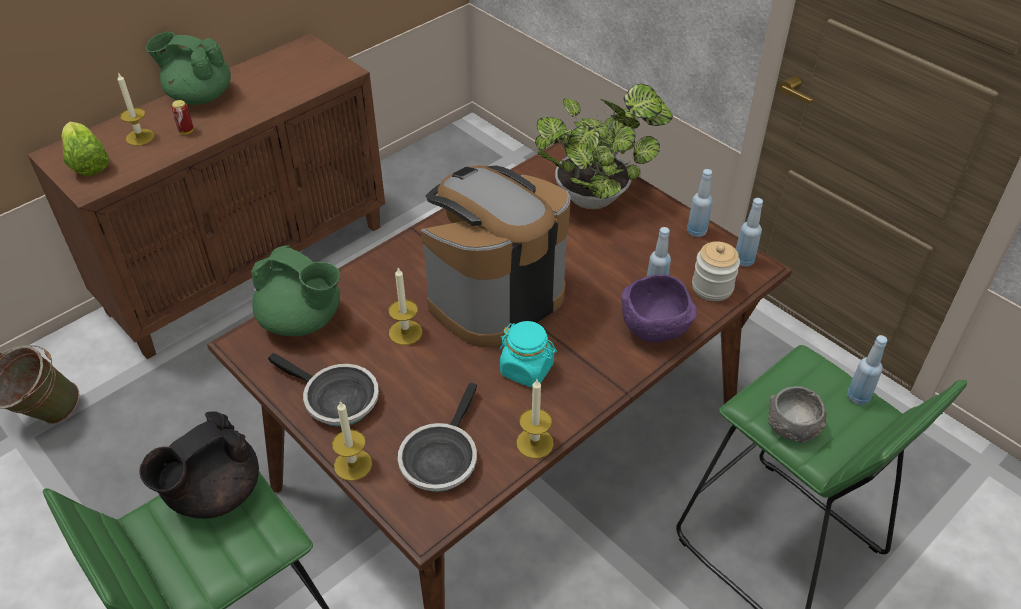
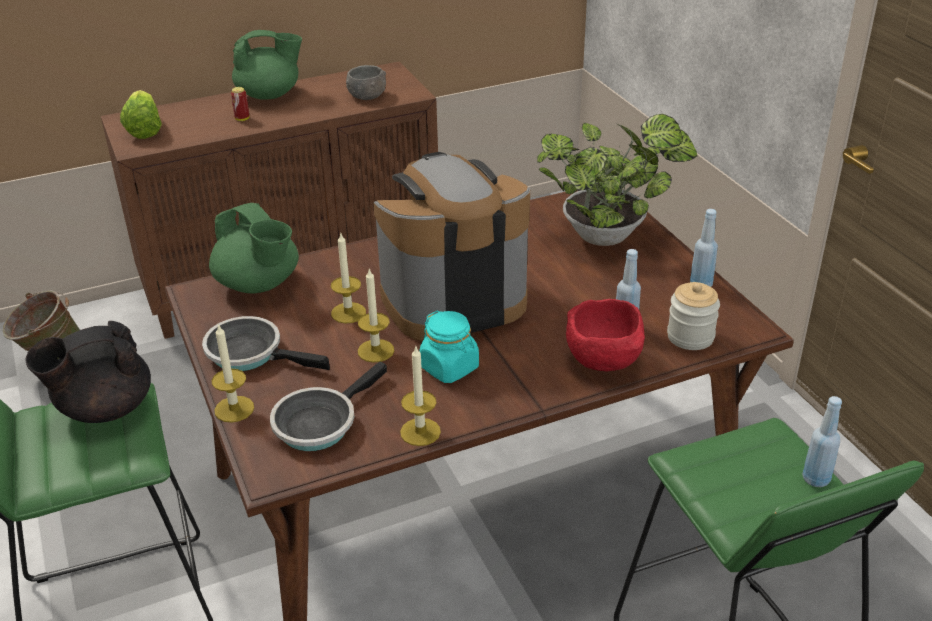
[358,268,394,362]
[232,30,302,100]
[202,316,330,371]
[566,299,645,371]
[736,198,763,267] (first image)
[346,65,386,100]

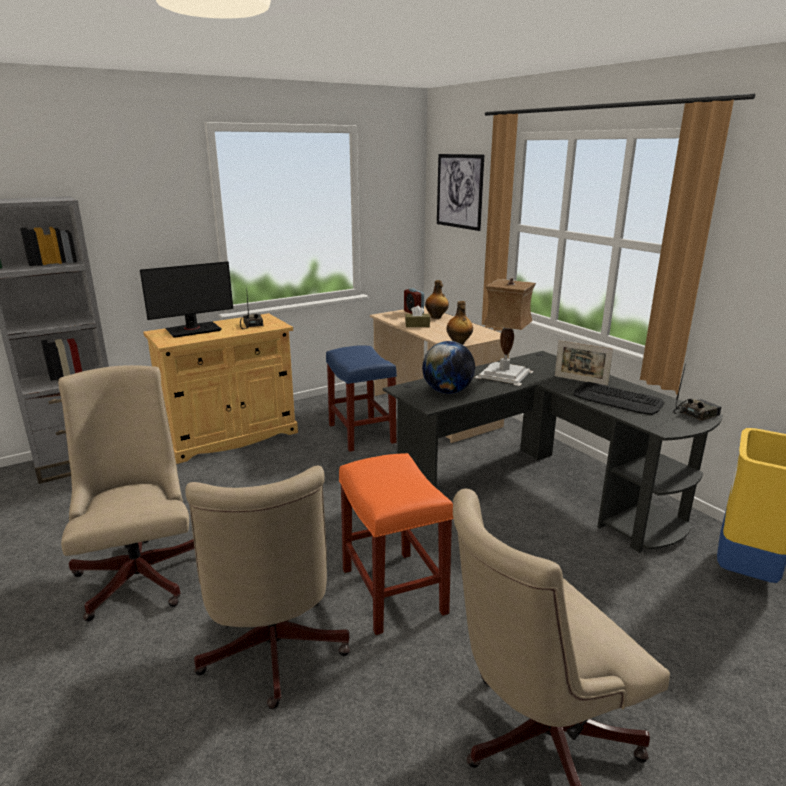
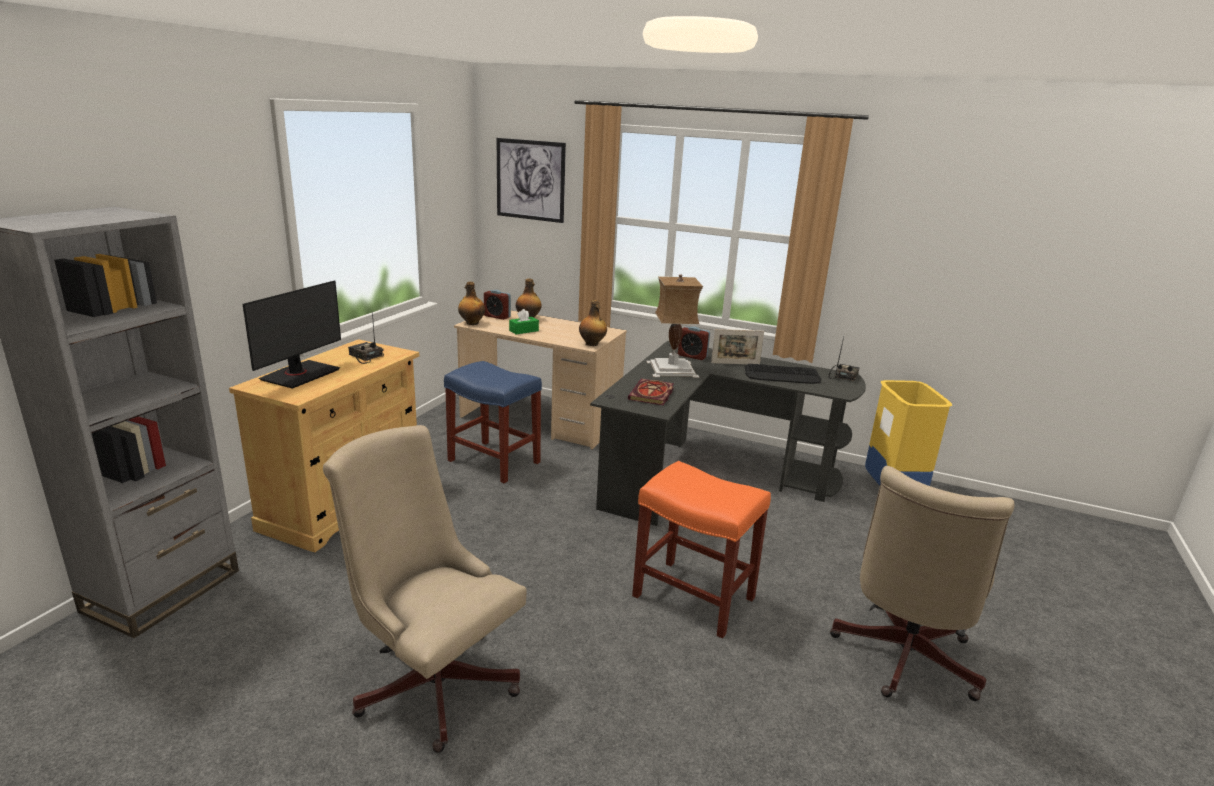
[185,466,350,709] (first image)
[509,309,539,335]
[628,379,674,405]
[458,282,485,325]
[678,326,710,360]

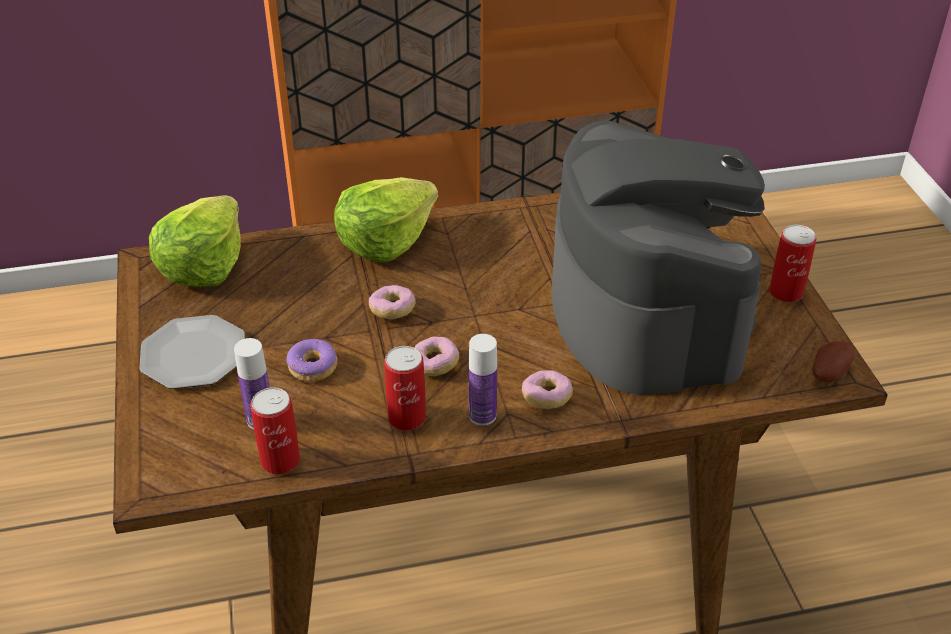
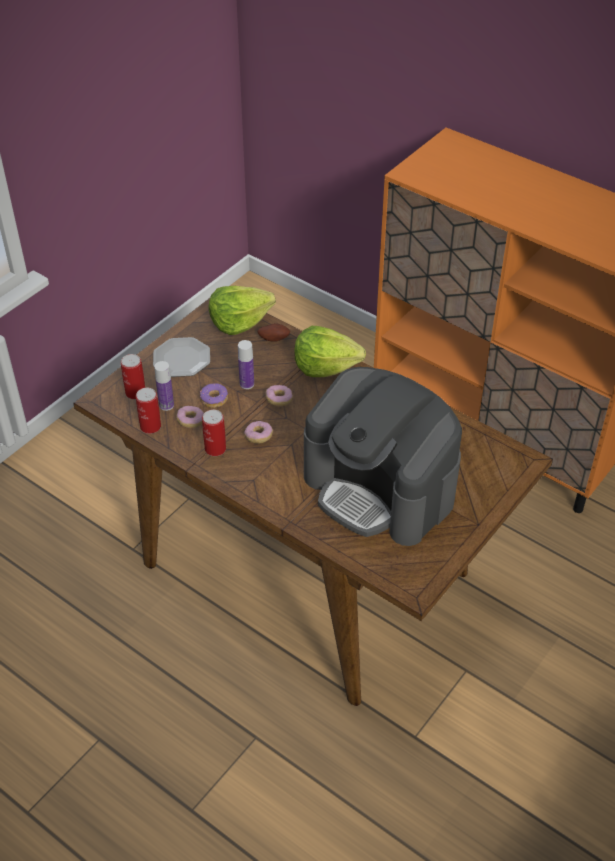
[238,340,254,389]
[176,406,204,428]
[304,367,462,546]
[121,354,145,399]
[258,323,290,342]

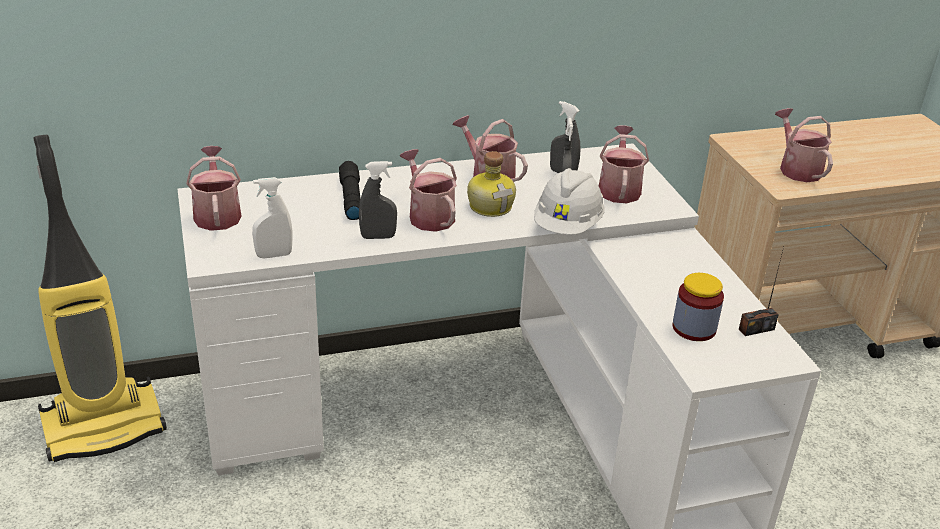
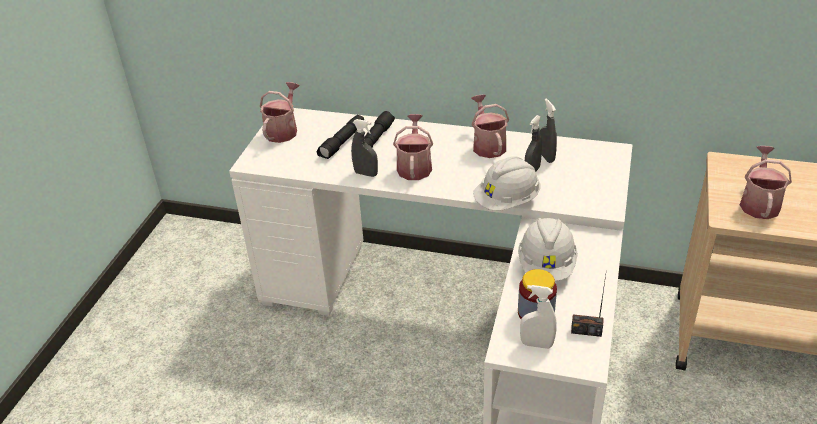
[34,135,167,462] (first image)
[520,285,557,349]
[467,151,516,217] (first image)
[599,125,649,203] (first image)
[317,115,364,159]
[518,218,578,281]

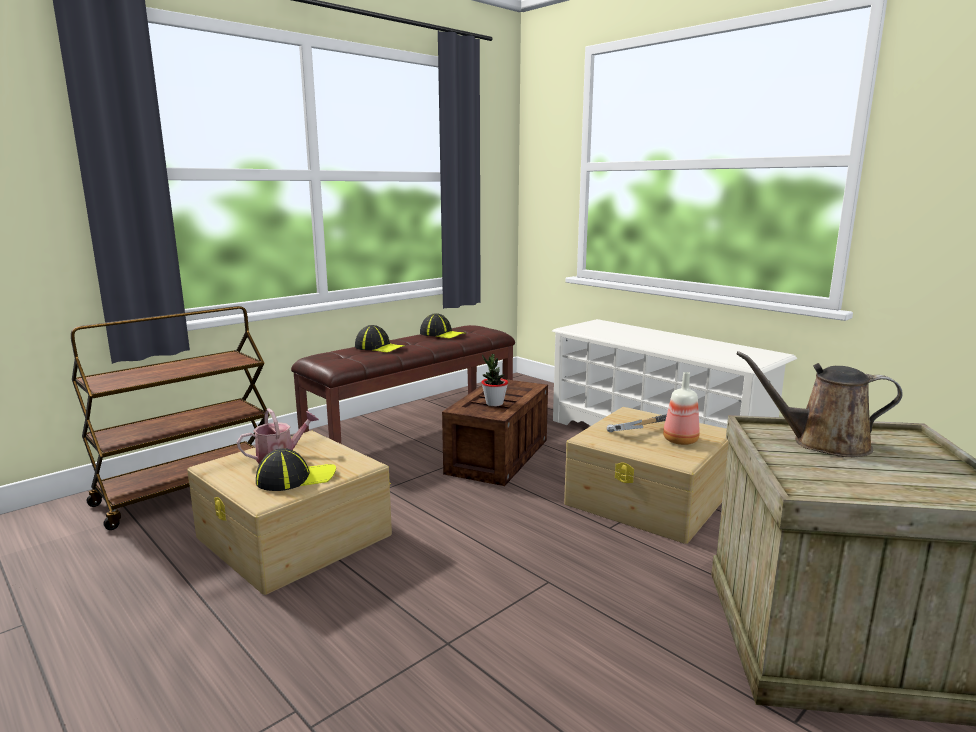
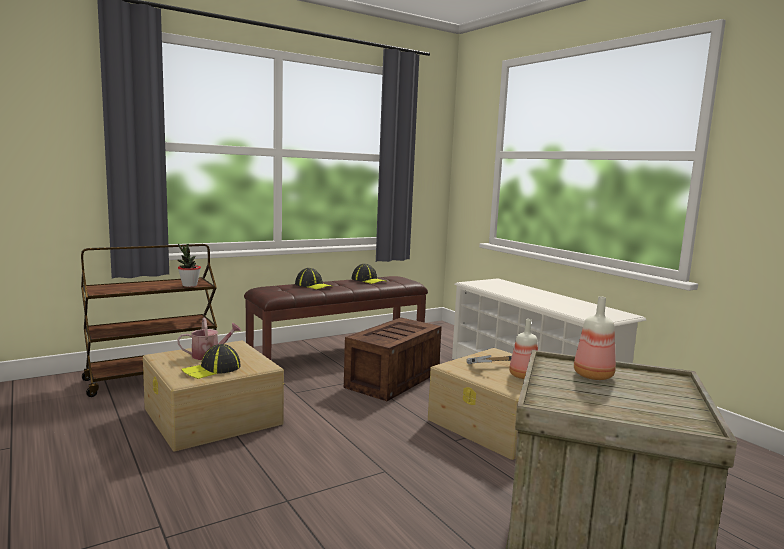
[182,344,241,379]
[177,243,201,287]
[574,296,616,380]

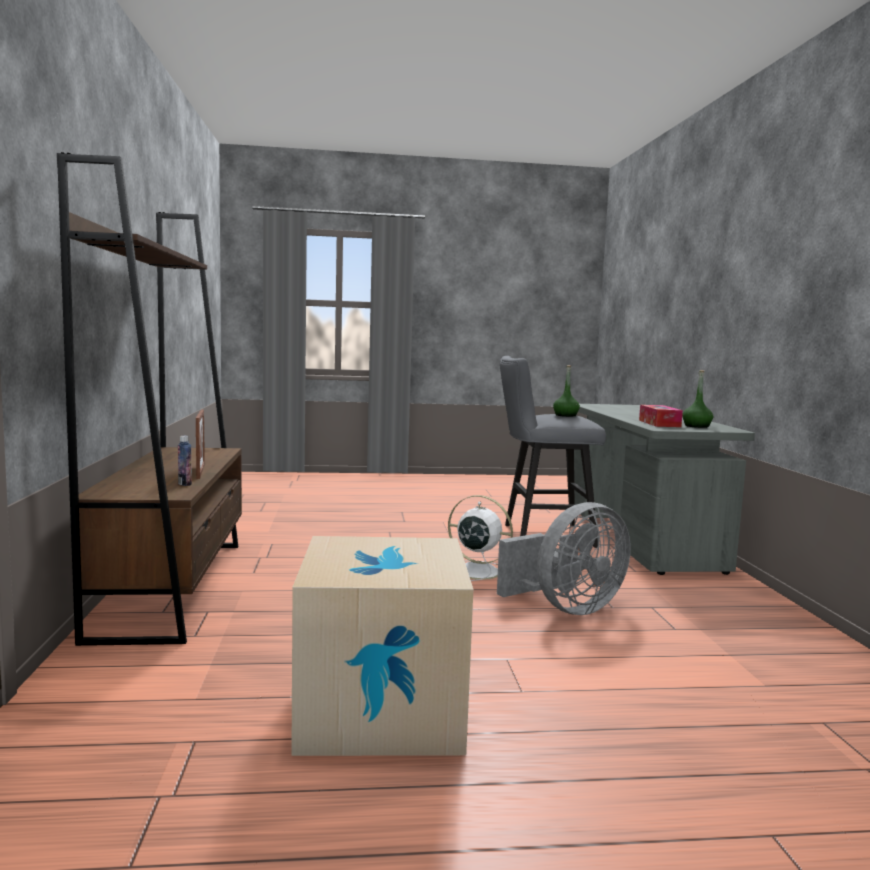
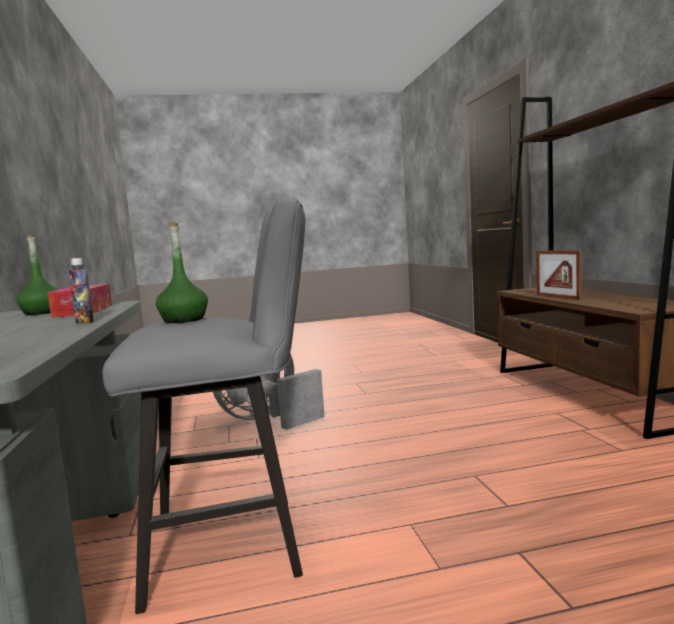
[69,258,94,324]
[291,536,473,756] (first image)
[448,495,513,581] (first image)

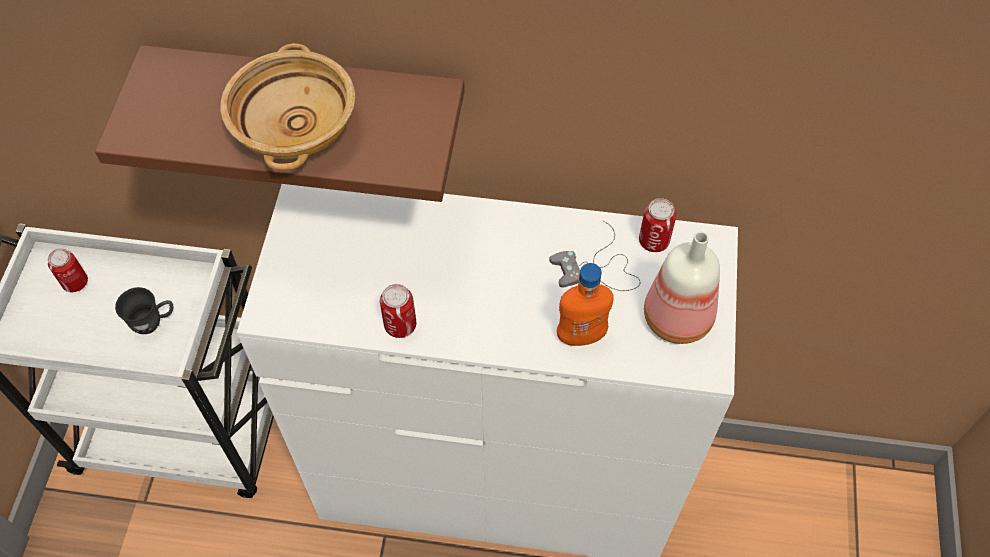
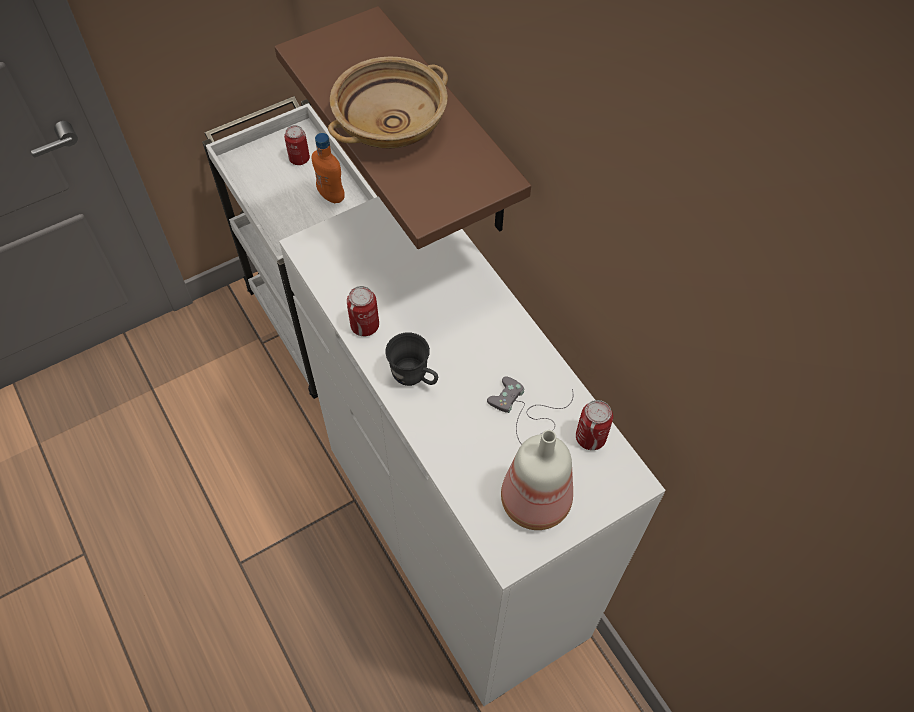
[385,332,438,386]
[312,133,345,203]

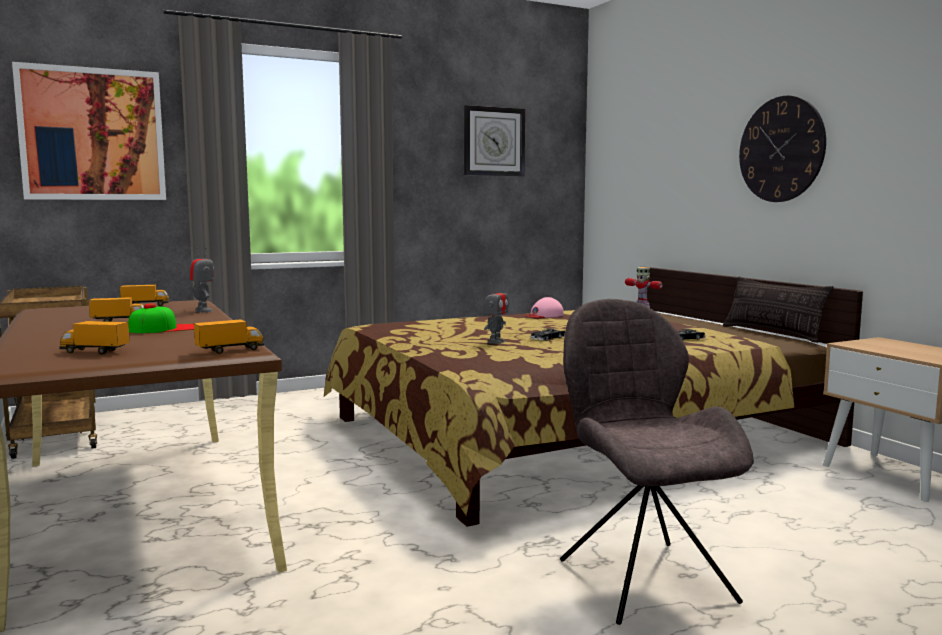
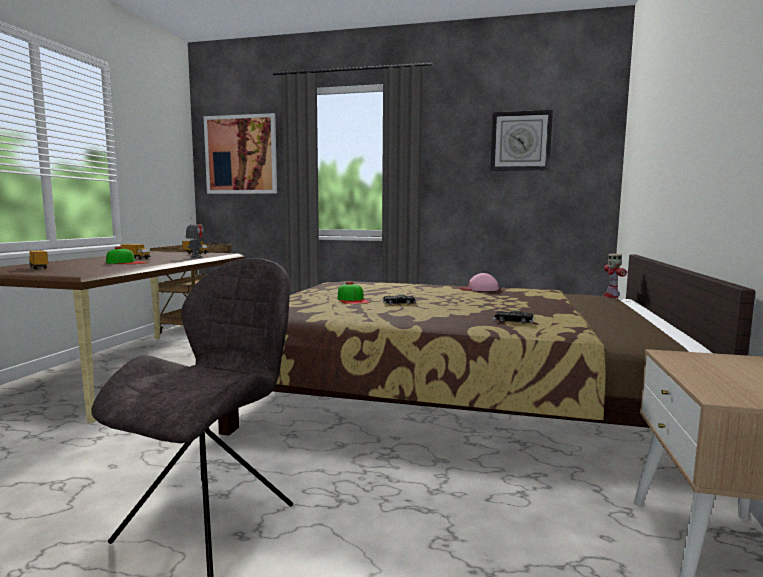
[194,319,264,354] (first image)
[338,282,370,304]
[723,277,834,343] (first image)
[739,96,826,202] (first image)

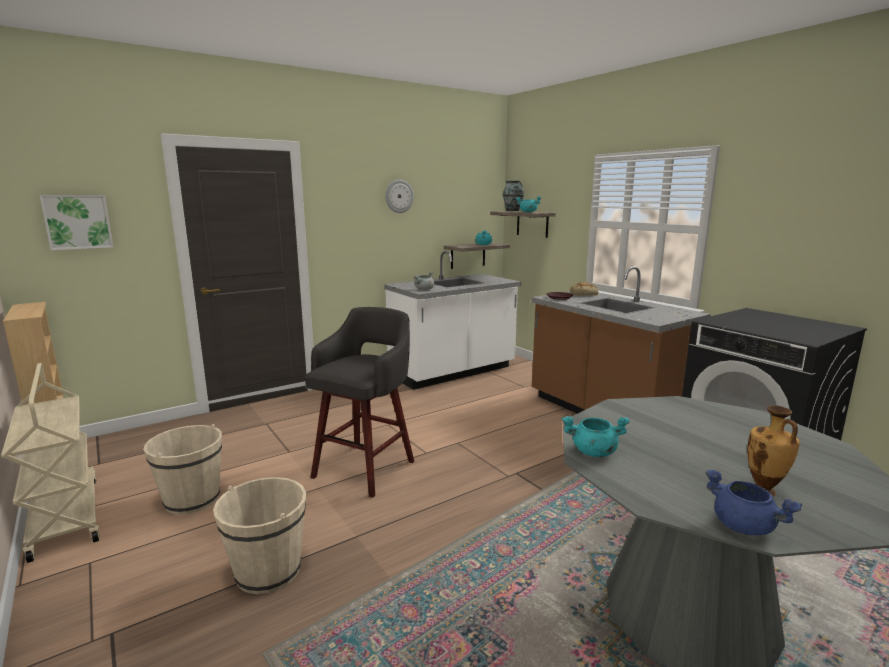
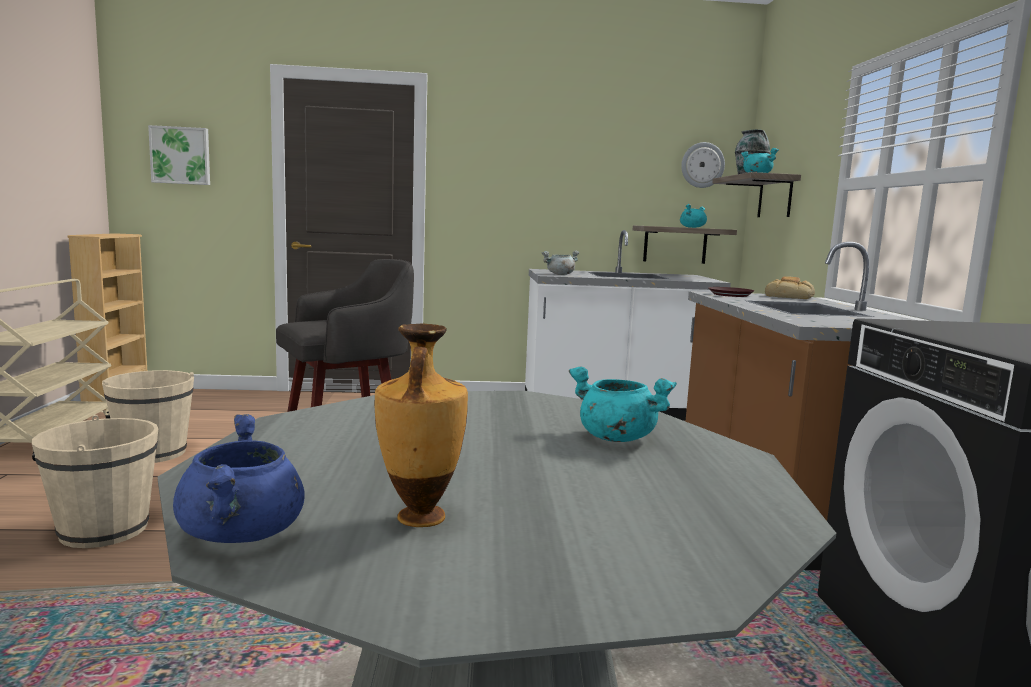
[681,142,725,188]
[569,367,677,442]

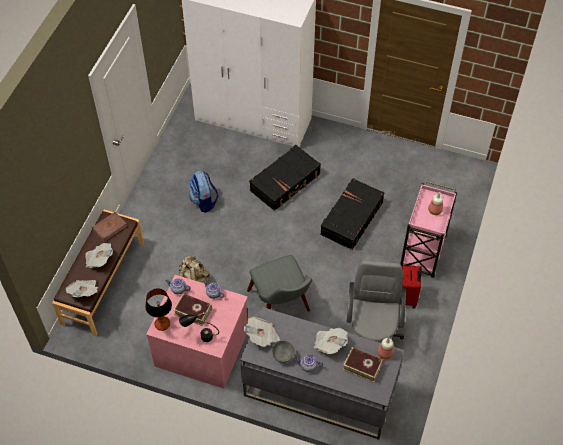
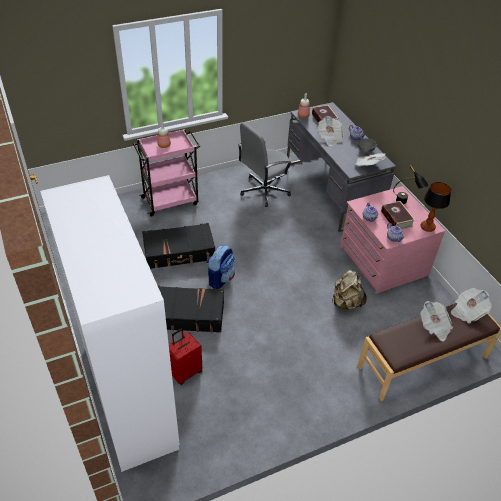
[92,212,128,242] (first image)
[206,245,235,289]
[247,255,312,312] (first image)
[169,328,202,385]

